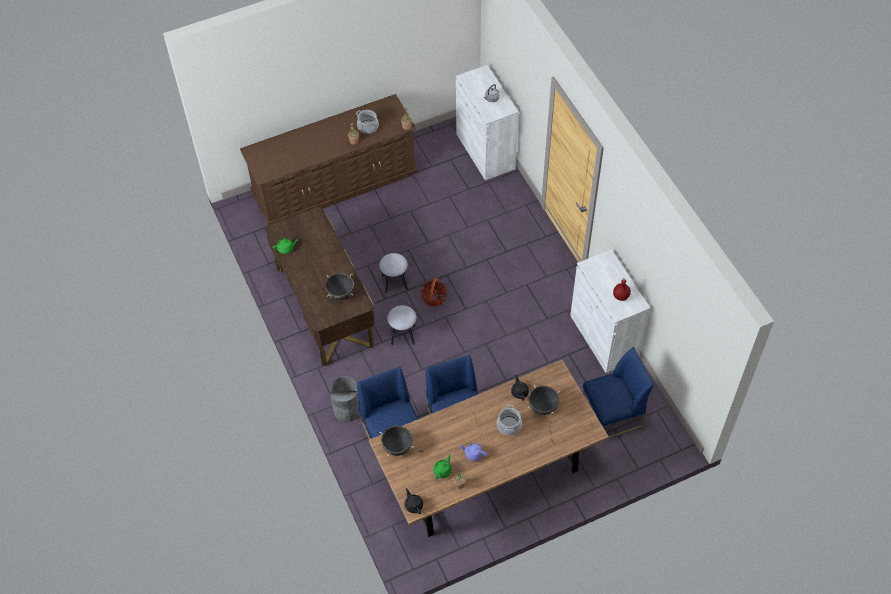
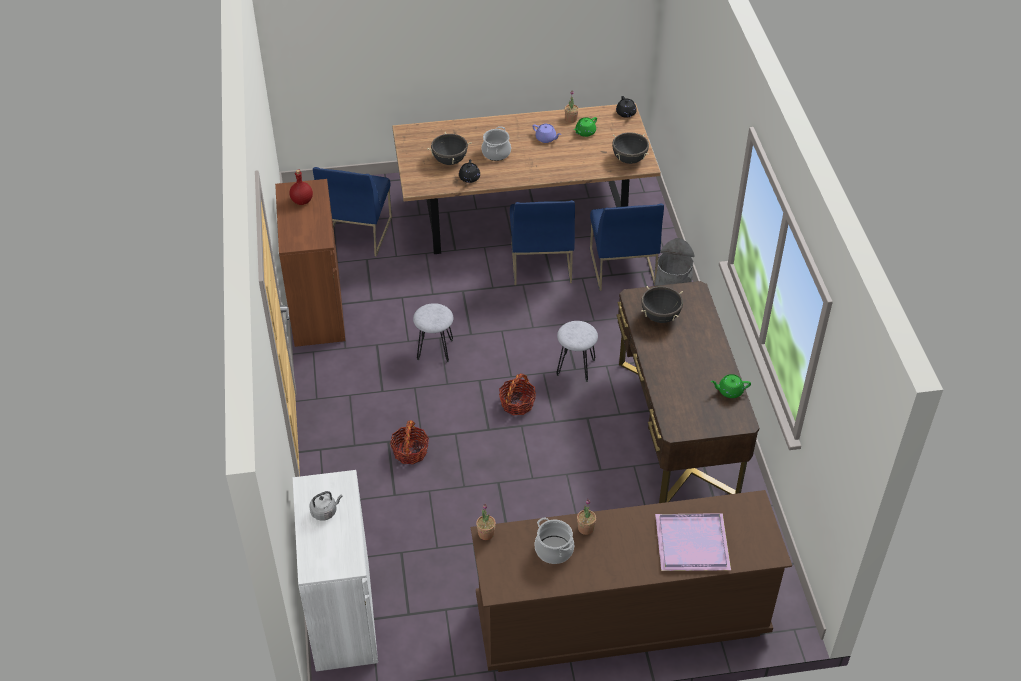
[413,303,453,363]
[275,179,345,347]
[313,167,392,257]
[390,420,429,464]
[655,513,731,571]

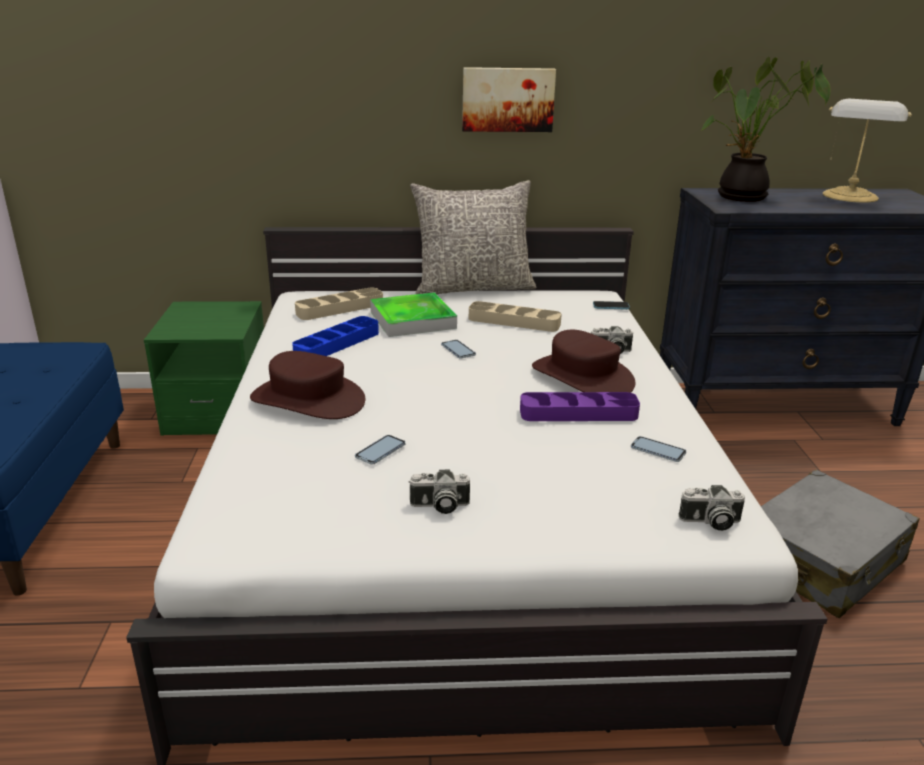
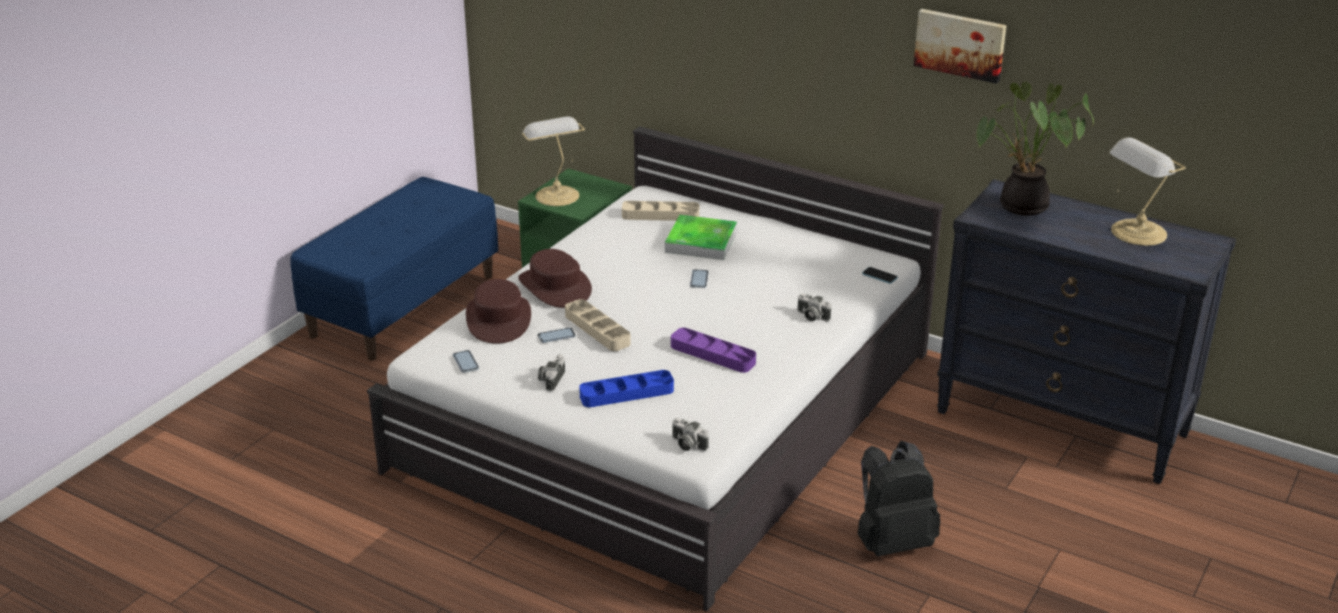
[579,370,674,407]
[538,354,565,391]
[410,180,536,295] (first image)
[914,9,1007,84]
[565,299,631,351]
[466,279,531,344]
[453,350,479,373]
[858,440,940,557]
[522,117,585,206]

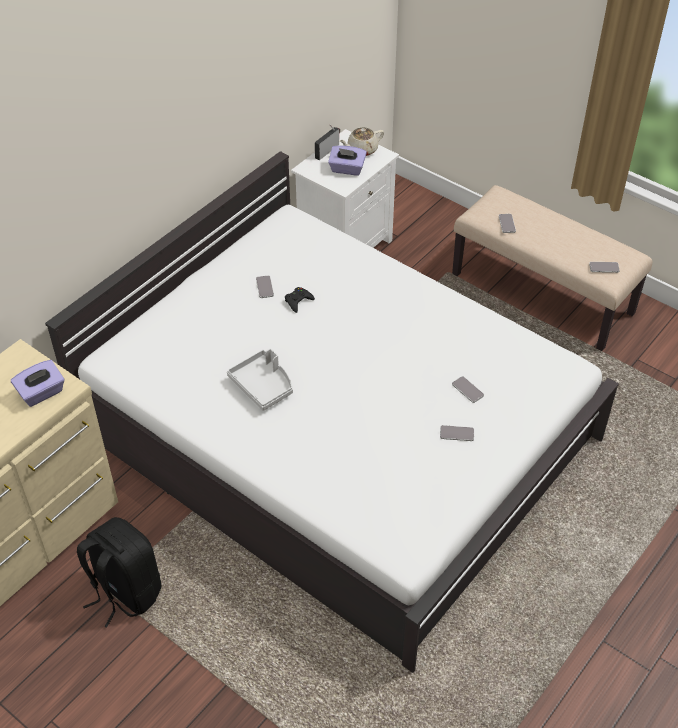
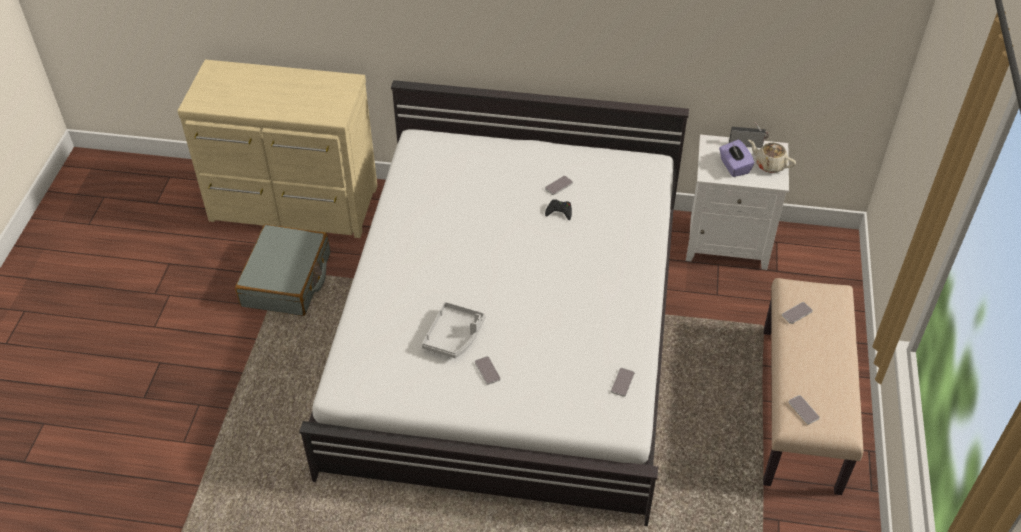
[11,360,65,407] (first image)
[235,224,330,316]
[422,302,485,358]
[611,368,635,397]

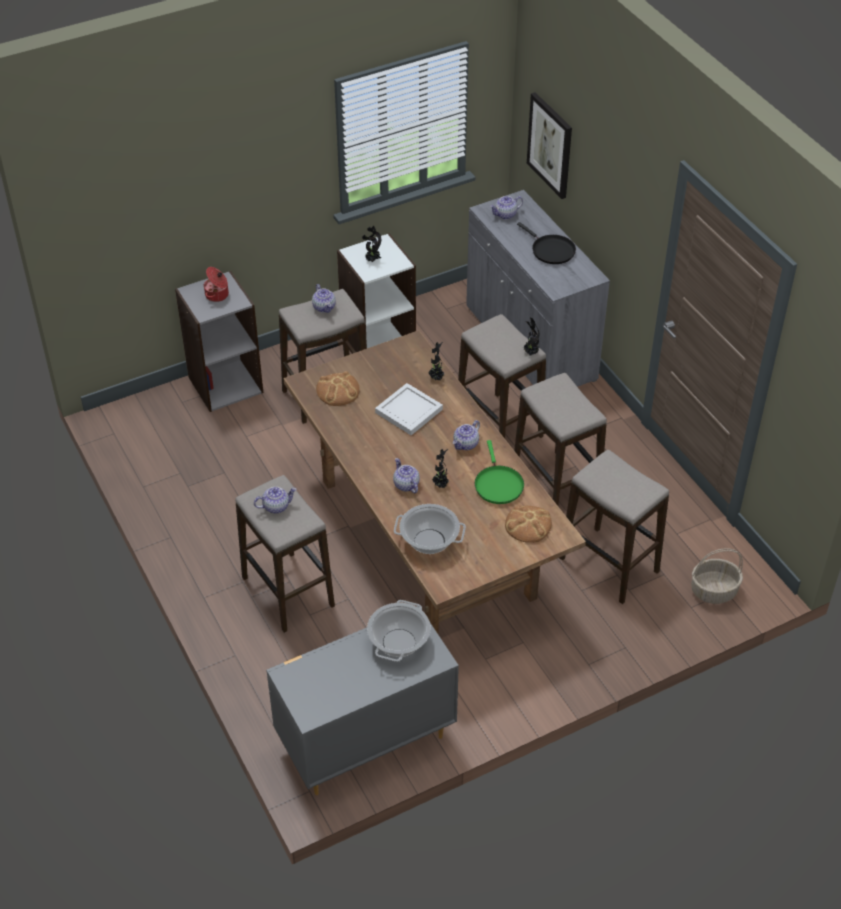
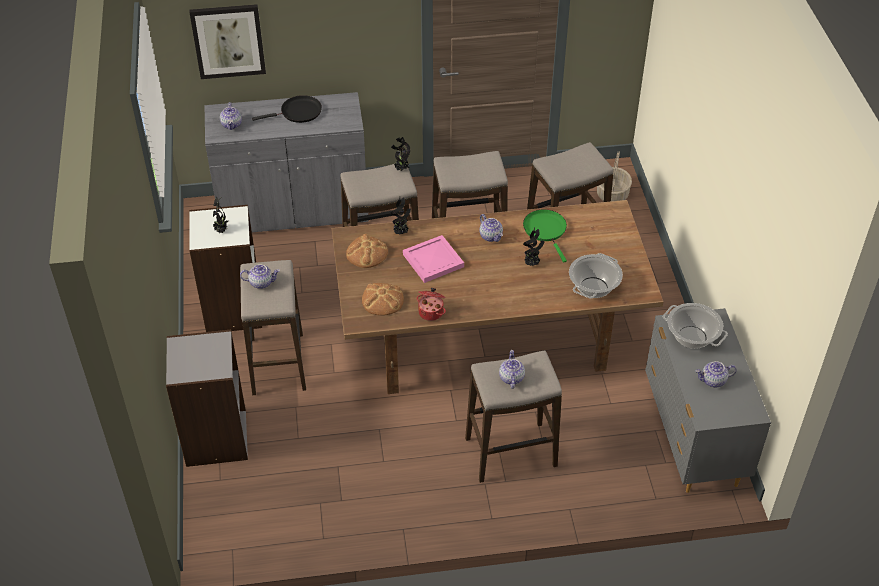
[417,288,446,321]
[403,235,464,283]
[696,361,737,387]
[523,209,567,263]
[346,234,388,268]

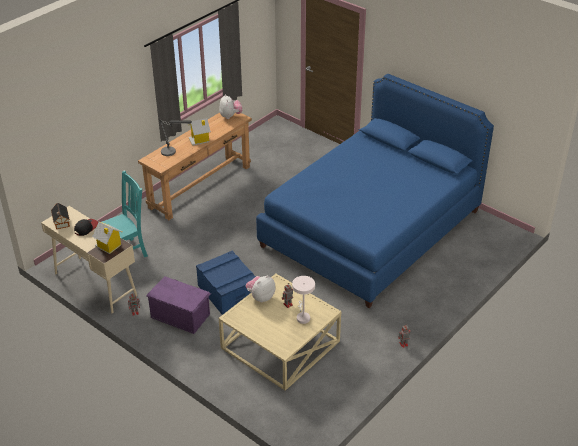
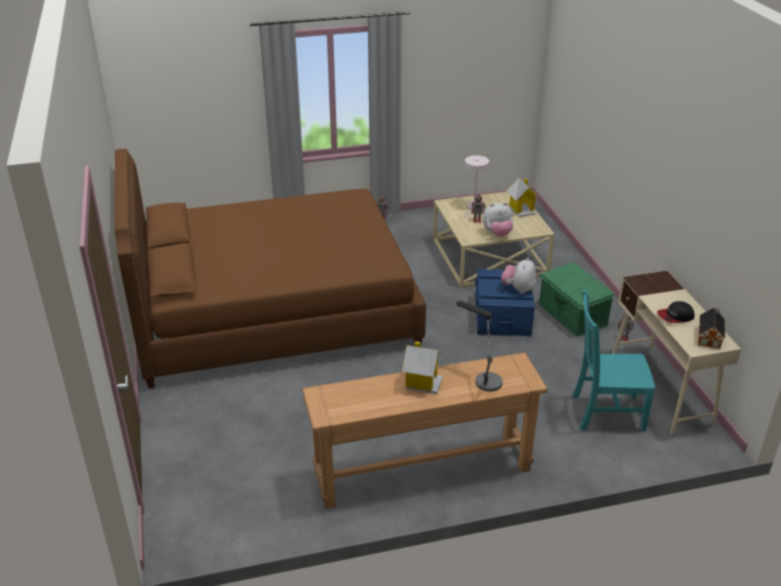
[507,178,539,217]
[539,262,615,337]
[501,258,536,294]
[115,149,426,389]

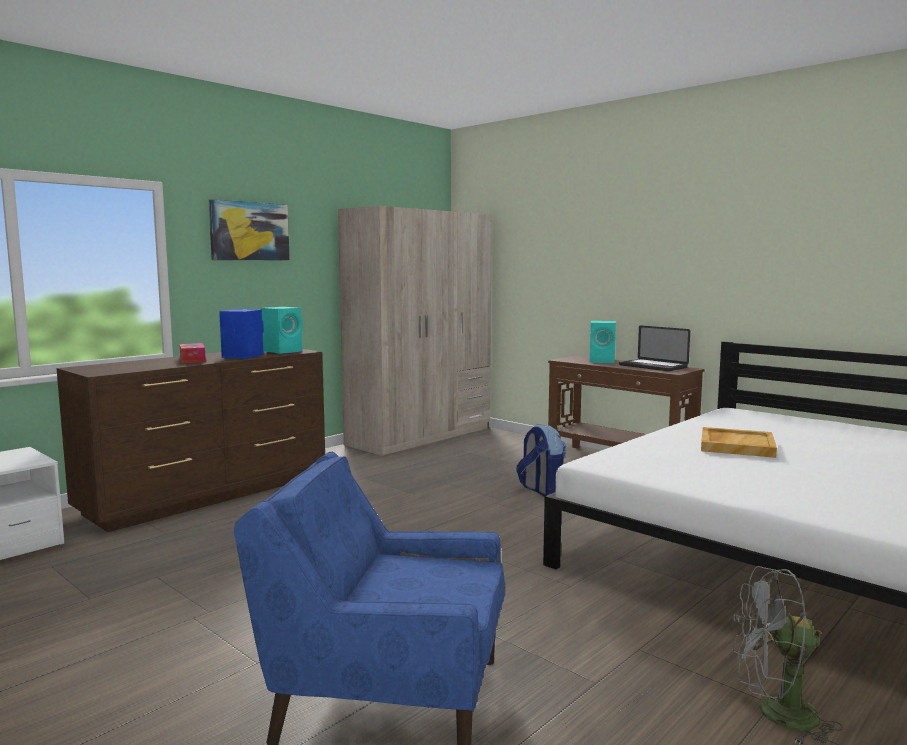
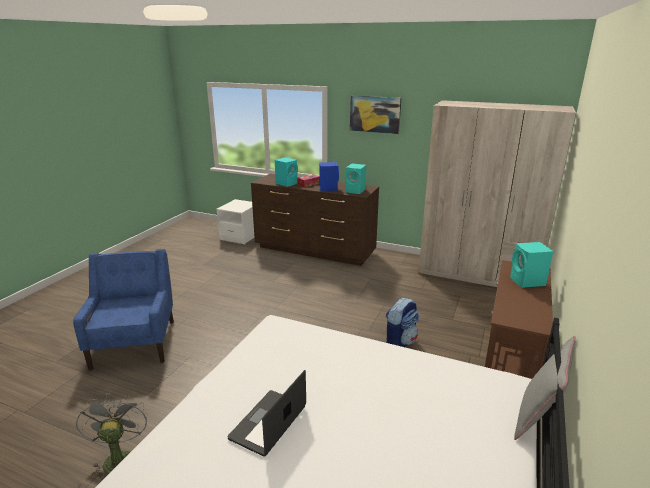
[228,370,306,456]
[701,427,777,458] (first image)
[275,158,298,187]
[514,336,576,440]

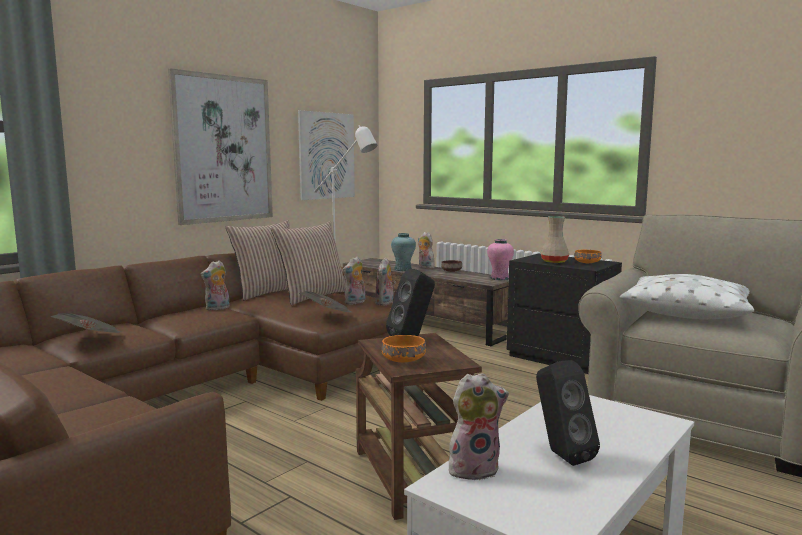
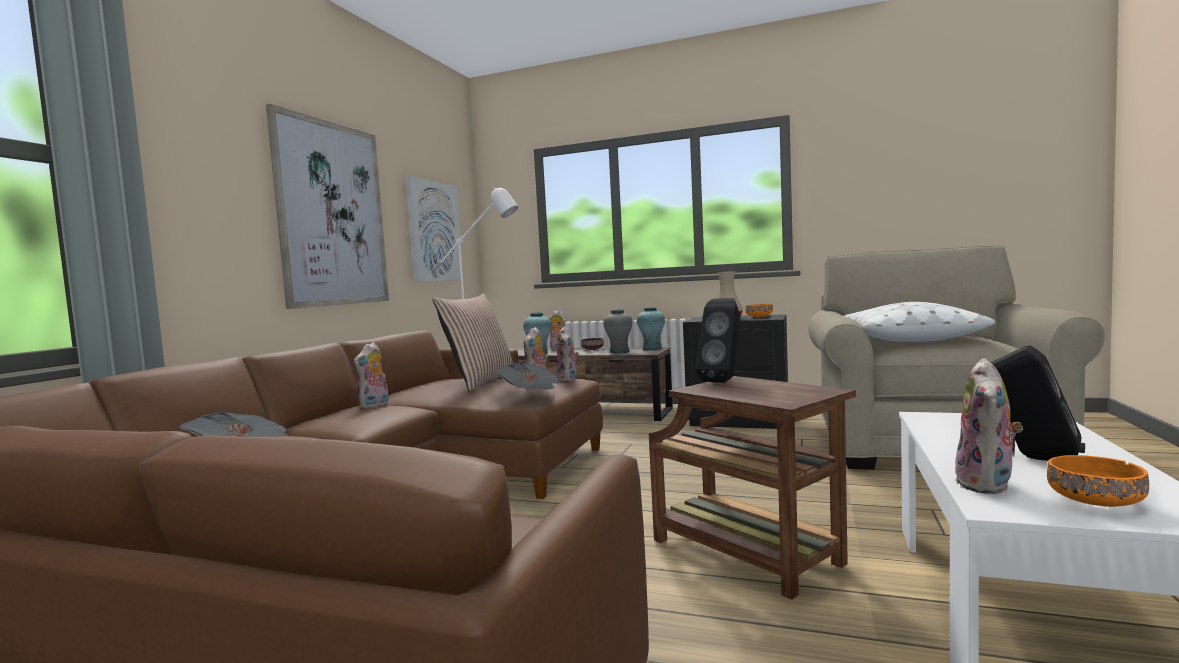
[226,220,290,300] (first image)
[1047,455,1149,507]
[955,358,1023,494]
[637,307,665,351]
[603,309,632,353]

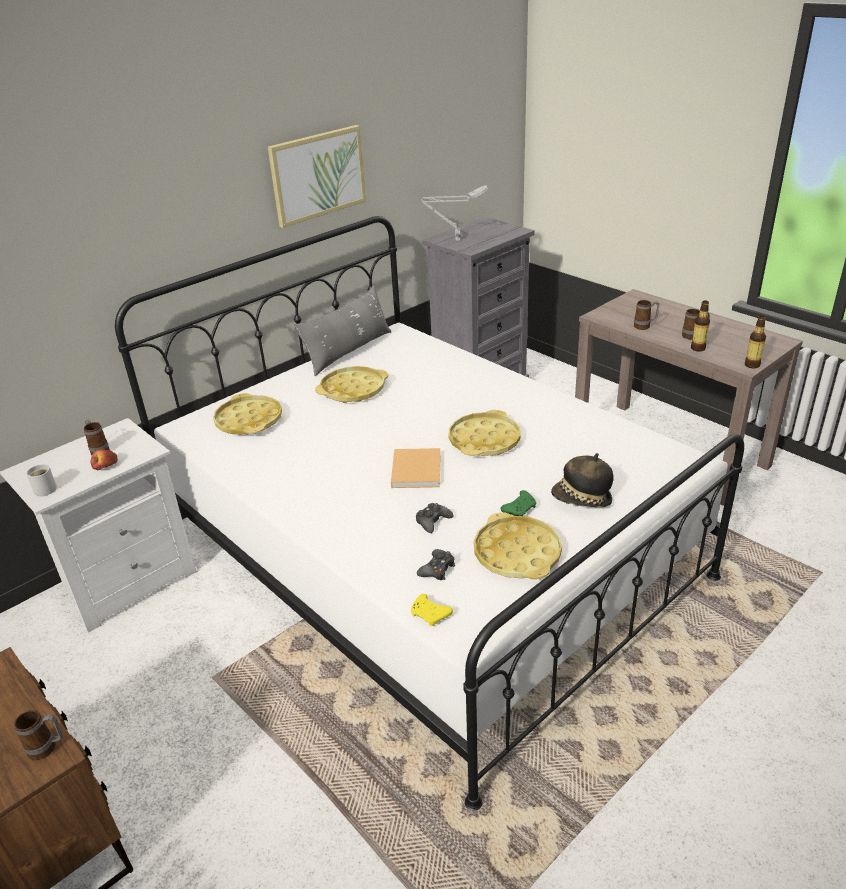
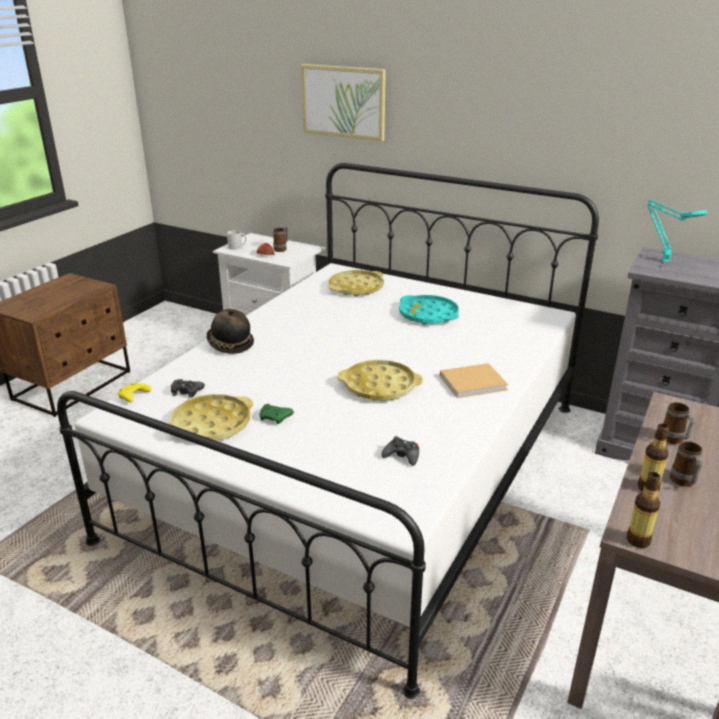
[14,710,62,760] (first image)
[301,64,386,141]
[294,285,392,376] (first image)
[399,295,459,325]
[440,363,508,398]
[381,436,419,466]
[647,200,707,262]
[206,309,254,354]

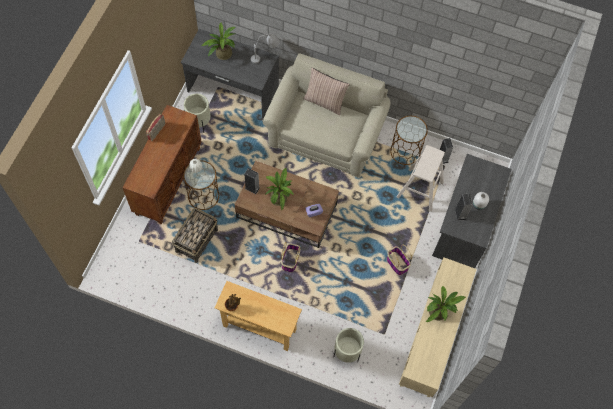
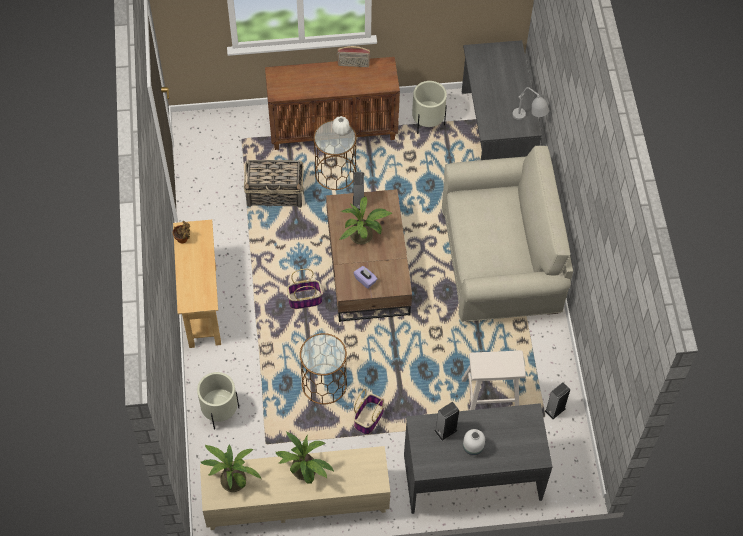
[200,444,261,492]
[303,67,350,116] (first image)
[300,333,347,404]

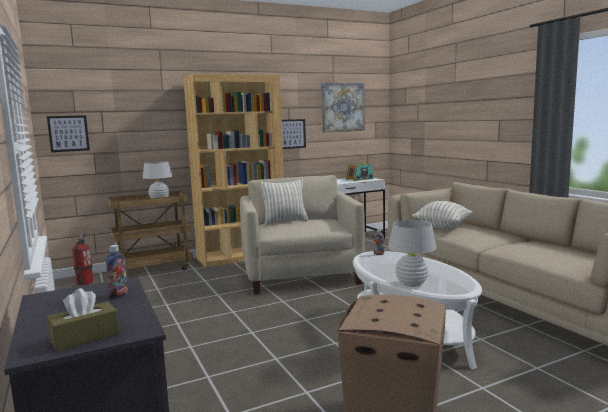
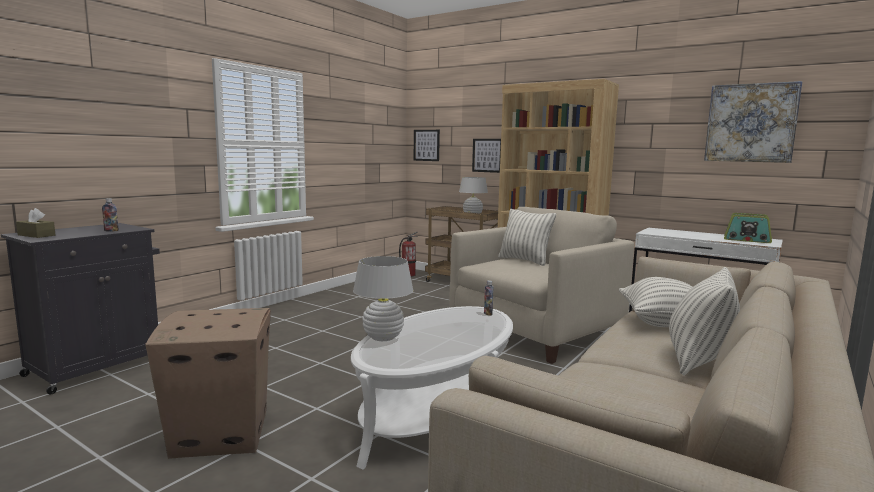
[472,139,501,173]
[669,267,740,375]

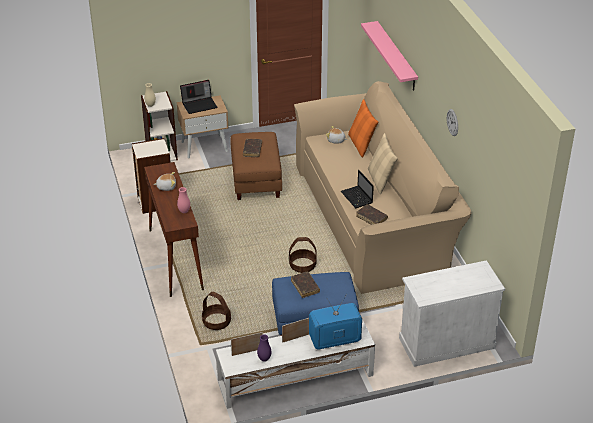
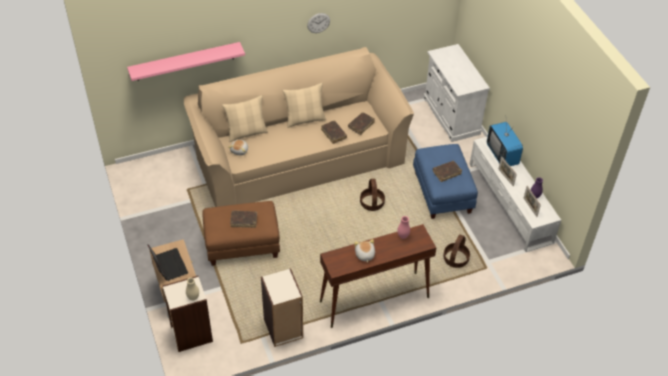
[321,121,347,144]
[222,95,268,142]

